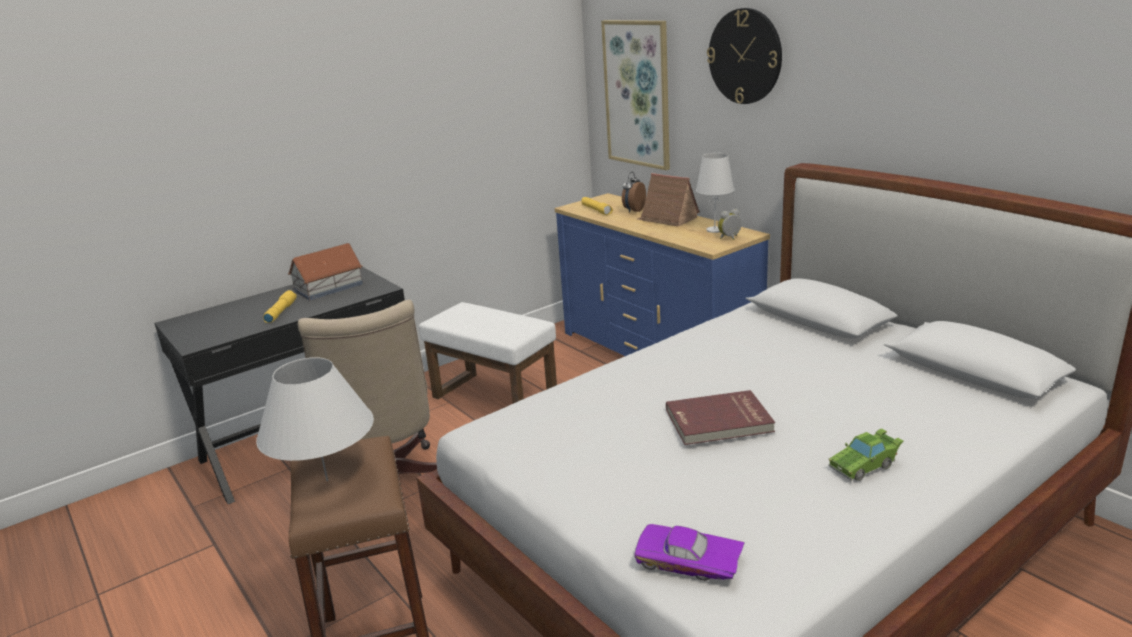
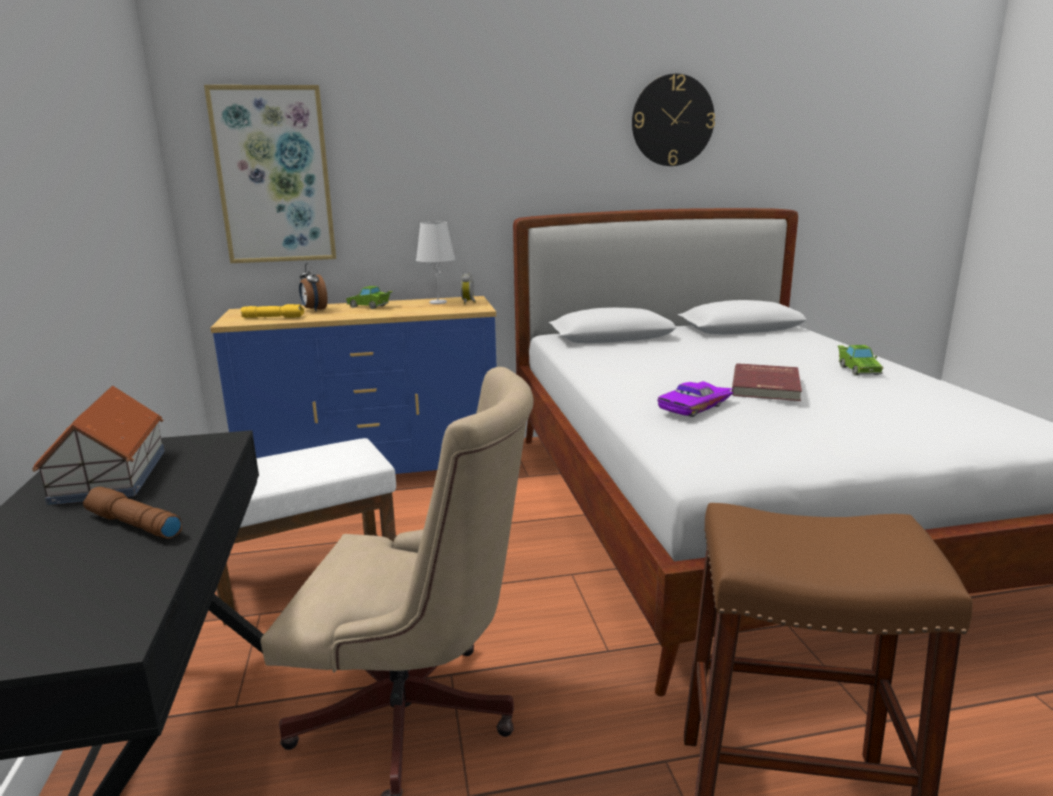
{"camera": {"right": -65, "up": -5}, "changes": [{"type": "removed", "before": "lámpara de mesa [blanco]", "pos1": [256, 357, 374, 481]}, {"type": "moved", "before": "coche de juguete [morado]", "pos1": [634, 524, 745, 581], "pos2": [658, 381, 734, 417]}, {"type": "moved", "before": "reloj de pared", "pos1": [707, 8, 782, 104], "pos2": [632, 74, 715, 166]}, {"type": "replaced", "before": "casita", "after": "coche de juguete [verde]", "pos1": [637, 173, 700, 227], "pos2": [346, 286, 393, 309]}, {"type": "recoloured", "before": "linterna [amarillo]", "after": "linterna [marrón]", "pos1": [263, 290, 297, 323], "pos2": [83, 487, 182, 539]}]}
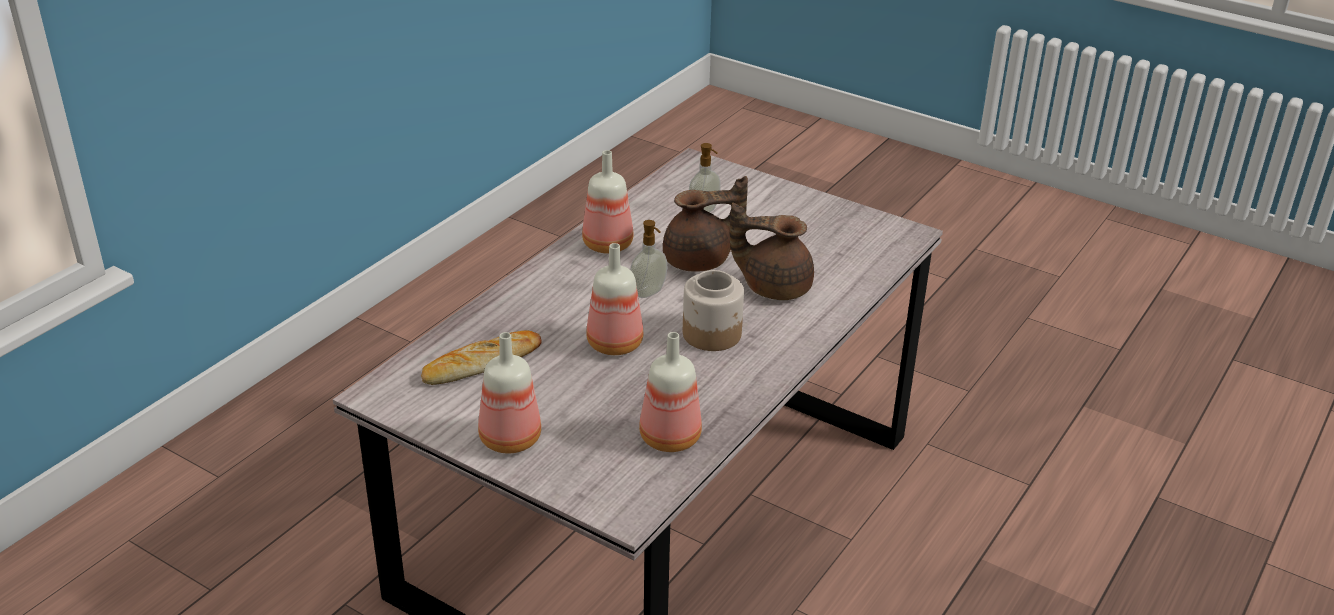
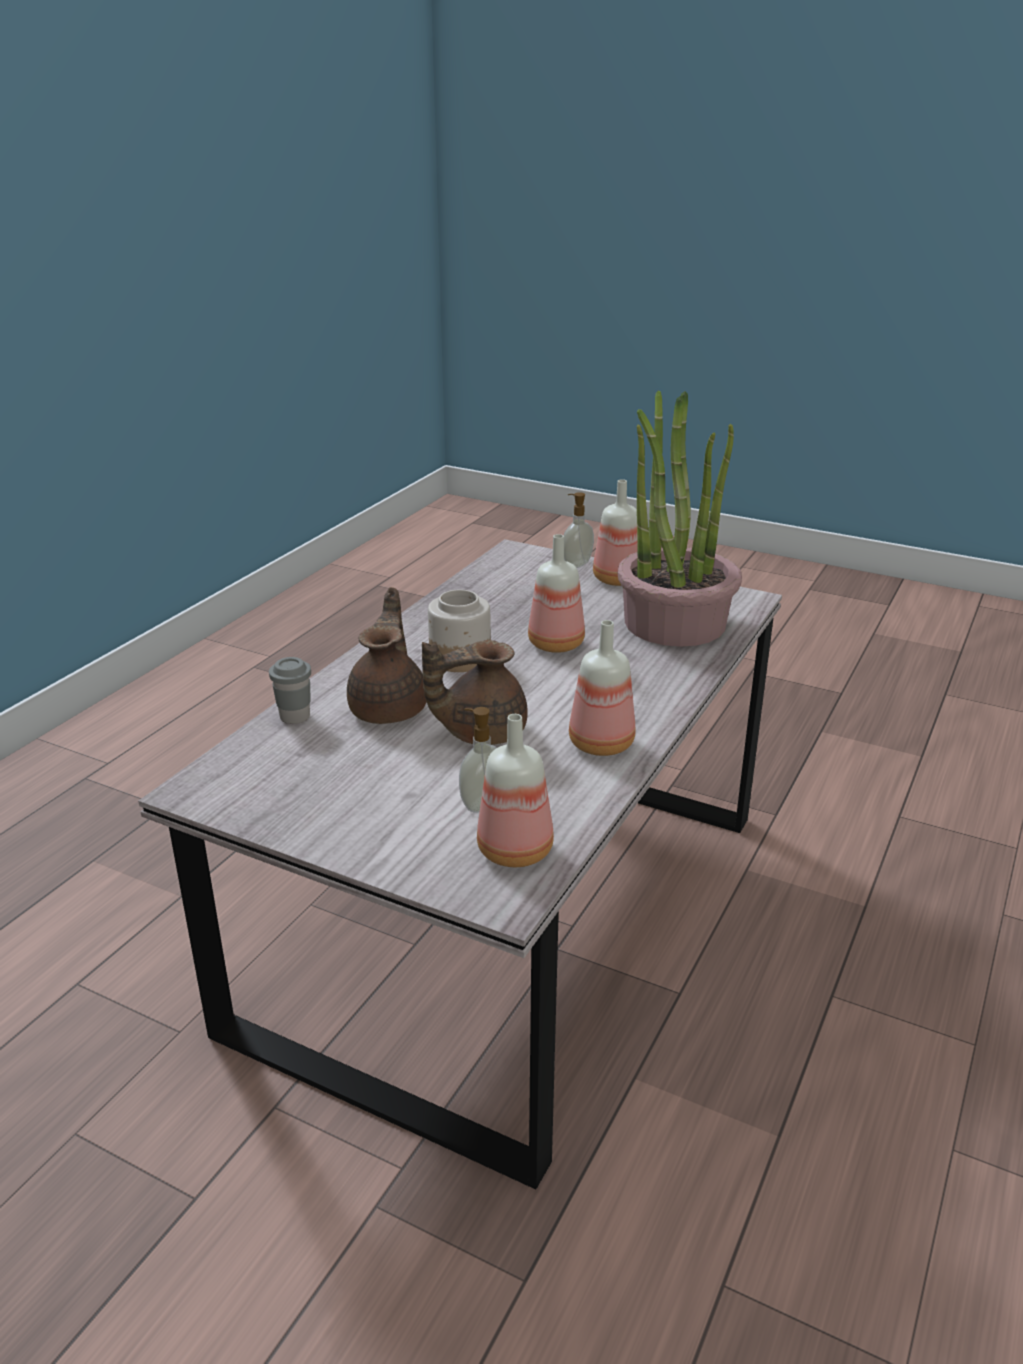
{"camera": {"right": 175, "up": -5}, "changes": [{"type": "added", "after": "taza [gris]", "pos2": [269, 657, 311, 724]}, {"type": "moved", "before": "dispensador de jabón", "pos1": [630, 220, 667, 298], "pos2": [564, 492, 594, 568]}, {"type": "moved", "before": "botella", "pos1": [639, 332, 702, 452], "pos2": [477, 714, 554, 867]}, {"type": "replaced", "before": "pan", "after": "planta en maceta", "pos1": [421, 331, 542, 385], "pos2": [618, 390, 742, 647]}, {"type": "turned", "before": "tetera [marrón]", "pos1": [730, 202, 814, 300], "pos2": [347, 587, 426, 724], "turn": -90}]}
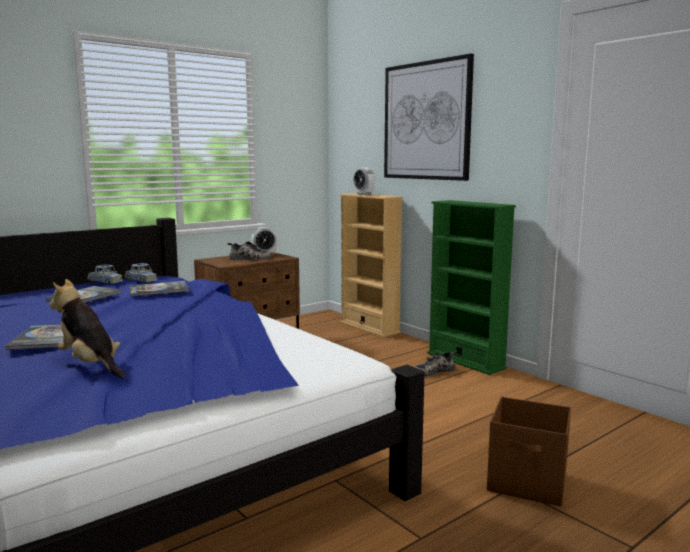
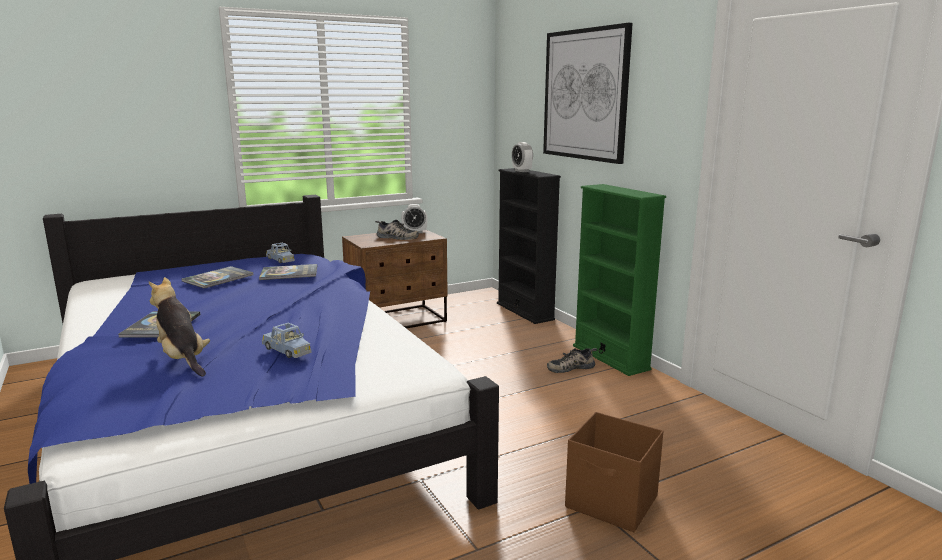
{"camera": {"right": 10, "up": 5}, "changes": [{"type": "moved", "before": "coche de juguete [azul]", "pos1": [87, 264, 123, 284], "pos2": [262, 323, 312, 358]}, {"type": "recoloured", "before": "estantería [beis]", "after": "estantería [negro]", "pos1": [340, 193, 403, 338], "pos2": [497, 168, 561, 324]}]}
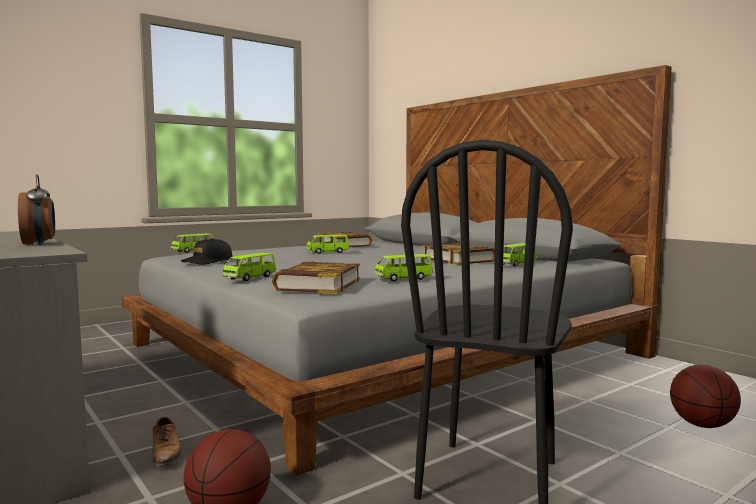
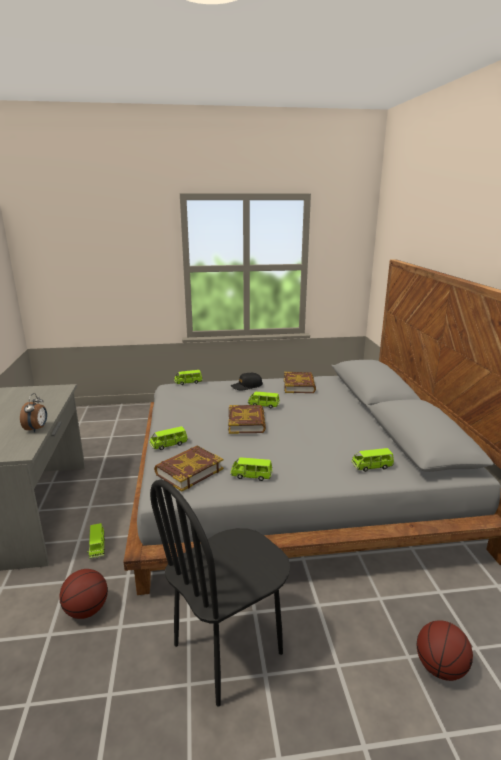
{"camera": {"right": 30, "up": 15}, "changes": [{"type": "moved", "before": "gorra [negro]", "pos1": [181, 238, 232, 265], "pos2": [231, 373, 263, 391]}, {"type": "moved", "before": "libro", "pos1": [421, 243, 495, 265], "pos2": [228, 405, 266, 434]}, {"type": "replaced", "before": "zapato", "after": "coche de juguete [verde]", "pos1": [152, 417, 181, 466], "pos2": [87, 523, 105, 559]}]}
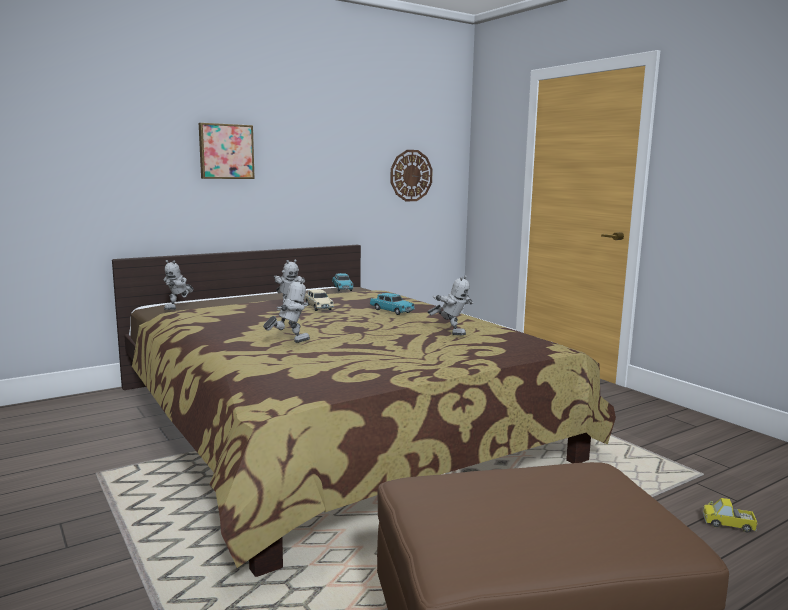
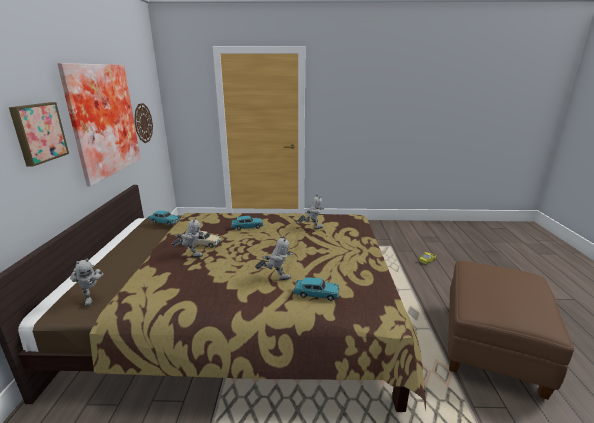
{"camera": {"right": -55, "up": 10}, "changes": [{"type": "added", "after": "cuadro", "pos2": [57, 63, 141, 186]}, {"type": "added", "after": "coche de juguete [turquesa]", "pos2": [293, 278, 340, 301]}, {"type": "turned", "before": "robot de juguete", "pos1": [263, 278, 310, 343], "pos2": [255, 235, 293, 280], "turn": 90}]}
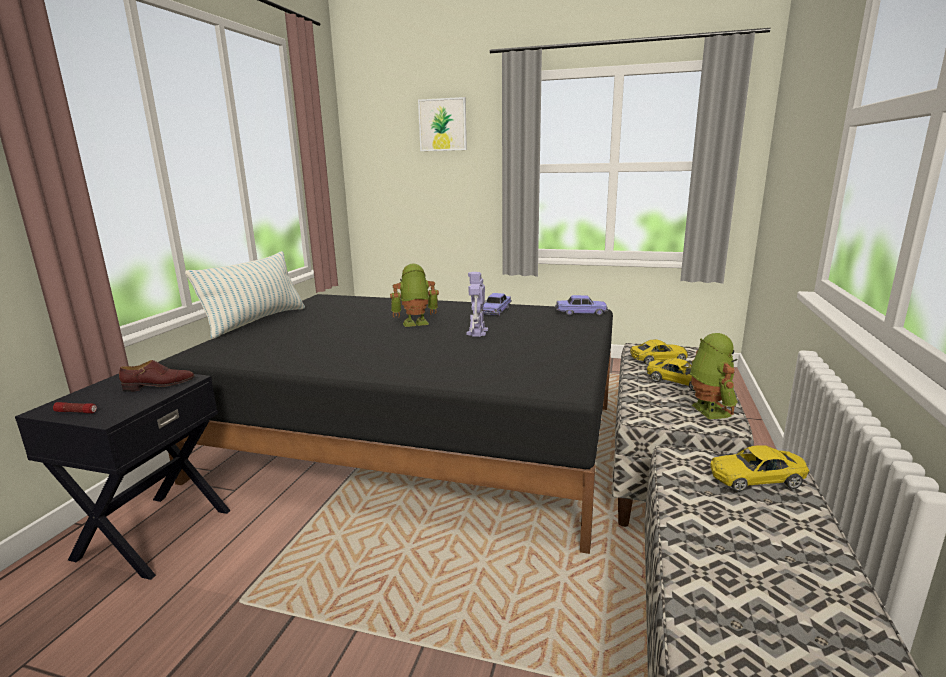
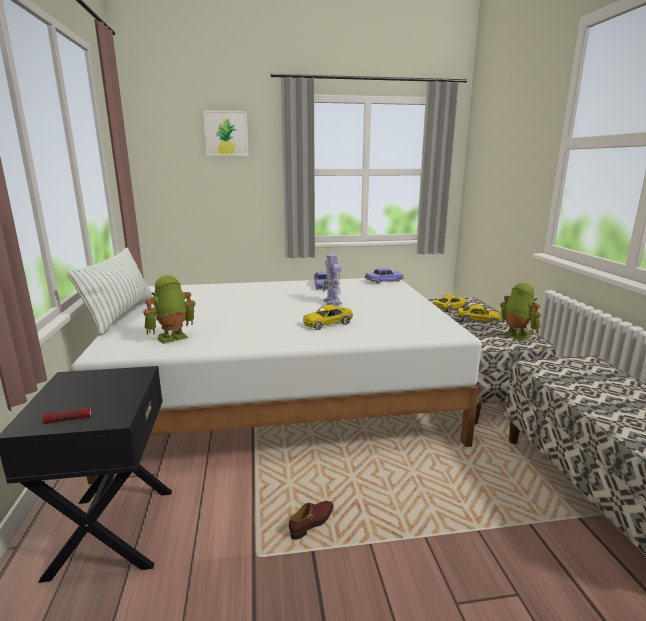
{"camera": {"right": -25, "up": 0}, "changes": [{"type": "moved", "before": "zapato [marrón]", "pos1": [119, 360, 194, 392], "pos2": [289, 501, 334, 540]}, {"type": "moved", "before": "robot de juguete", "pos1": [390, 264, 439, 327], "pos2": [143, 275, 196, 344]}, {"type": "moved", "before": "coche de juguete [amarillo]", "pos1": [710, 445, 810, 492], "pos2": [303, 305, 353, 330]}, {"type": "recoloured", "before": "cama [negro]", "after": "cama [blanco]", "pos1": [158, 294, 613, 554], "pos2": [71, 278, 482, 484]}]}
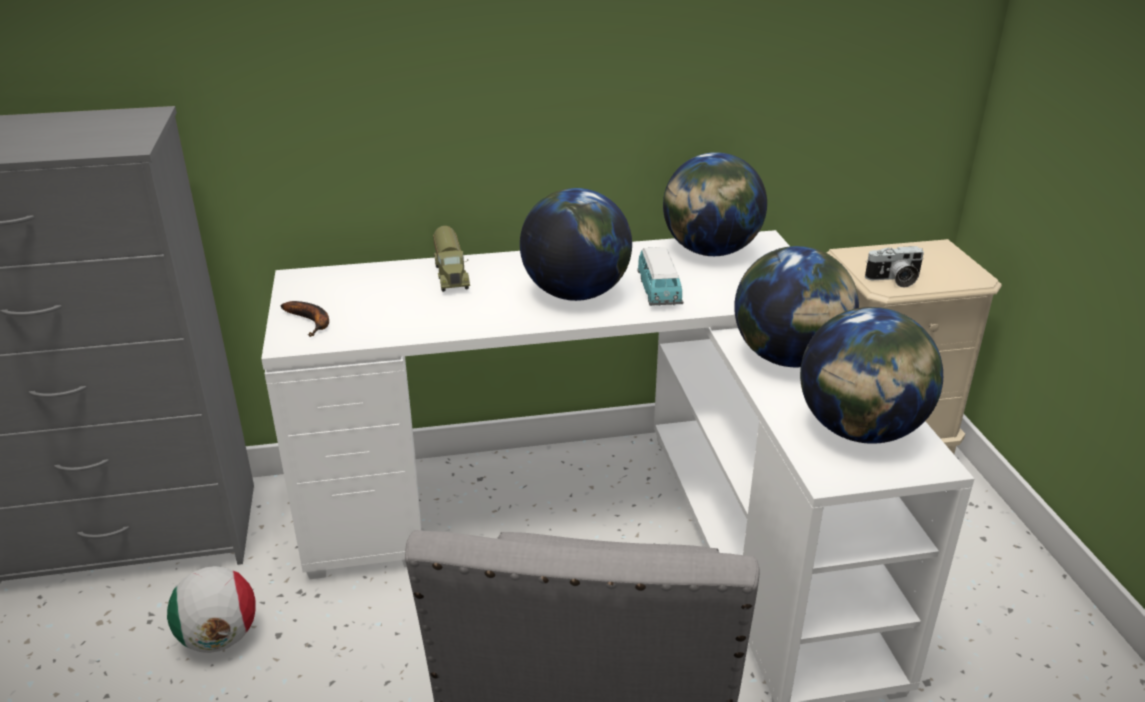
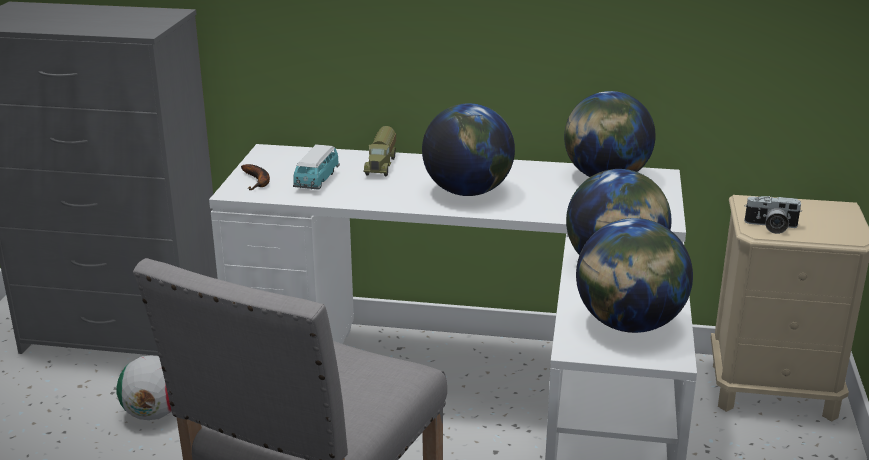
{"camera": {"right": 20, "up": -5}, "changes": [{"type": "moved", "before": "coche de juguete", "pos1": [637, 247, 683, 306], "pos2": [293, 144, 340, 190]}]}
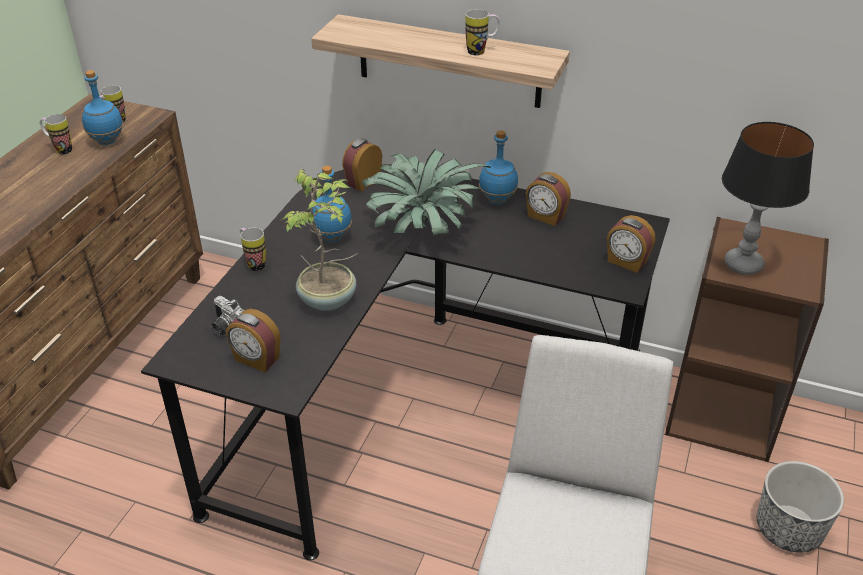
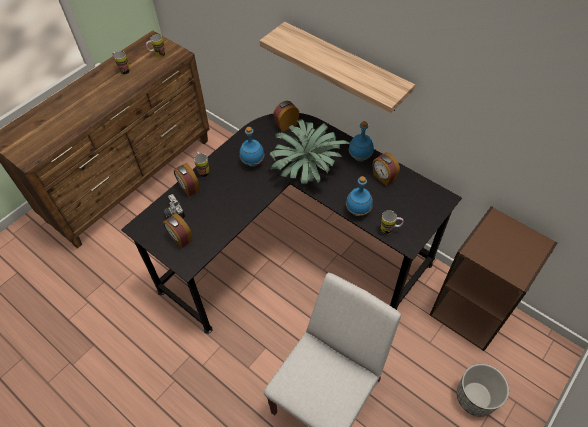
{"camera": {"right": 20, "up": 15}, "changes": [{"type": "removed", "before": "planta en maceta", "pos1": [282, 169, 358, 311]}, {"type": "removed", "before": "lámpara de mesa", "pos1": [722, 122, 814, 275]}, {"type": "moved", "before": "botella [azul]", "pos1": [82, 70, 123, 145], "pos2": [346, 176, 373, 216]}, {"type": "moved", "before": "taza grande", "pos1": [465, 9, 500, 55], "pos2": [381, 210, 404, 235]}, {"type": "moved", "before": "despertador", "pos1": [607, 215, 655, 273], "pos2": [174, 163, 200, 197]}]}
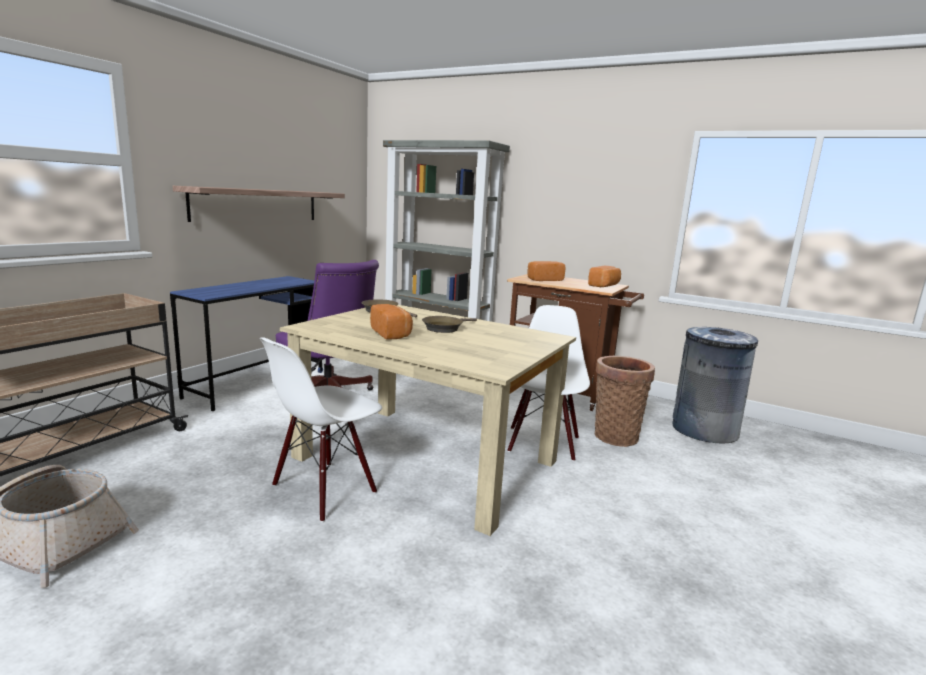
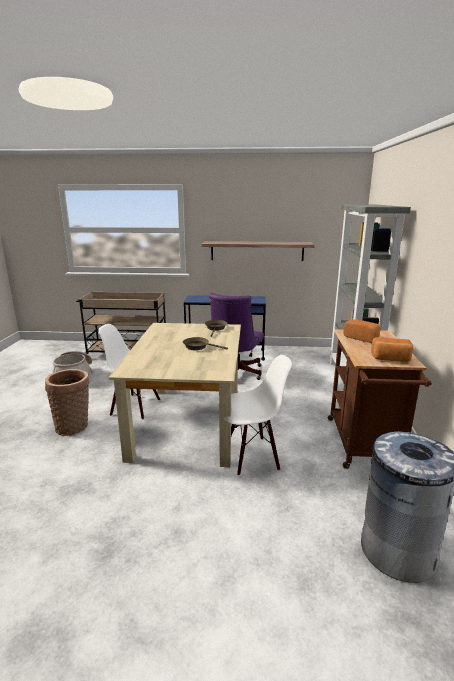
{"camera": {"right": 65, "up": 5}, "changes": [{"type": "removed", "before": "pan", "pos1": [370, 304, 413, 340]}, {"type": "moved", "before": "cesta", "pos1": [594, 356, 655, 447], "pos2": [45, 369, 89, 436]}]}
